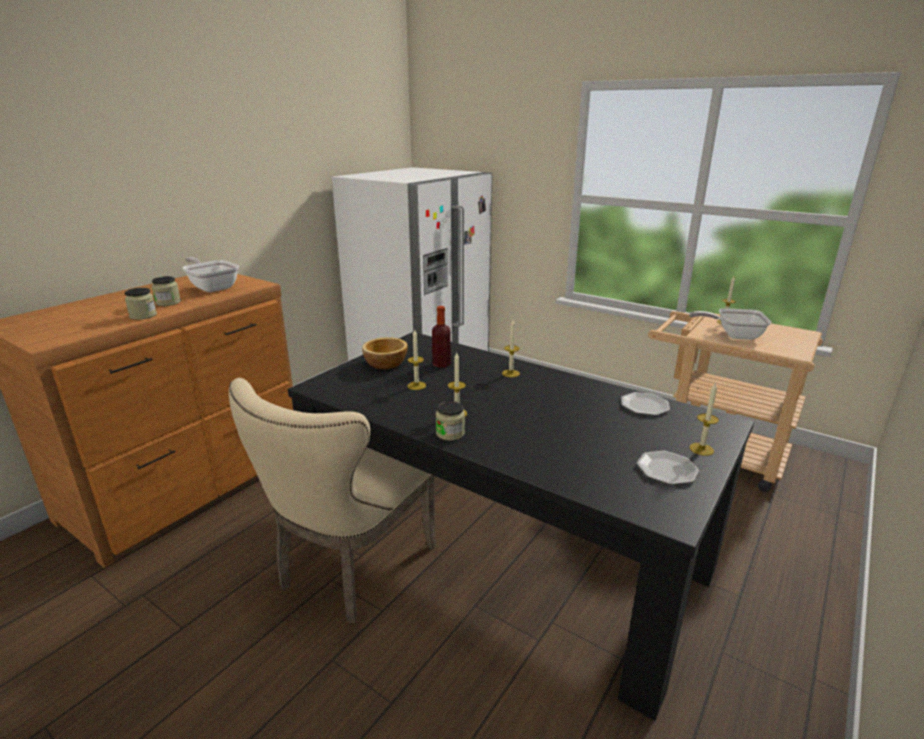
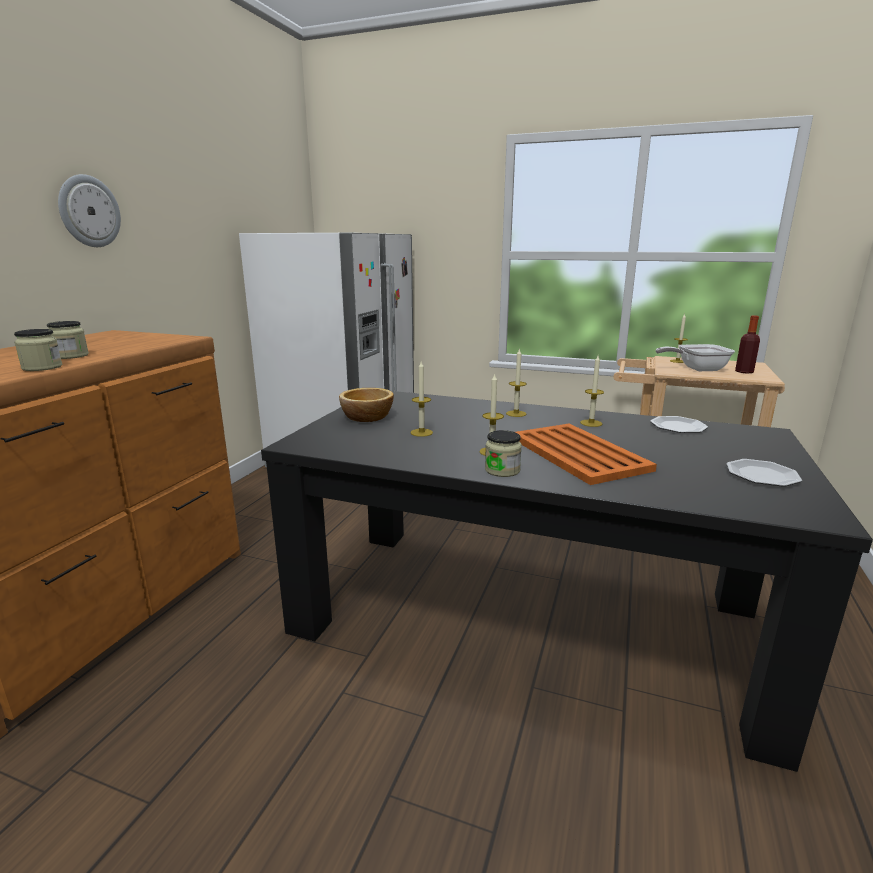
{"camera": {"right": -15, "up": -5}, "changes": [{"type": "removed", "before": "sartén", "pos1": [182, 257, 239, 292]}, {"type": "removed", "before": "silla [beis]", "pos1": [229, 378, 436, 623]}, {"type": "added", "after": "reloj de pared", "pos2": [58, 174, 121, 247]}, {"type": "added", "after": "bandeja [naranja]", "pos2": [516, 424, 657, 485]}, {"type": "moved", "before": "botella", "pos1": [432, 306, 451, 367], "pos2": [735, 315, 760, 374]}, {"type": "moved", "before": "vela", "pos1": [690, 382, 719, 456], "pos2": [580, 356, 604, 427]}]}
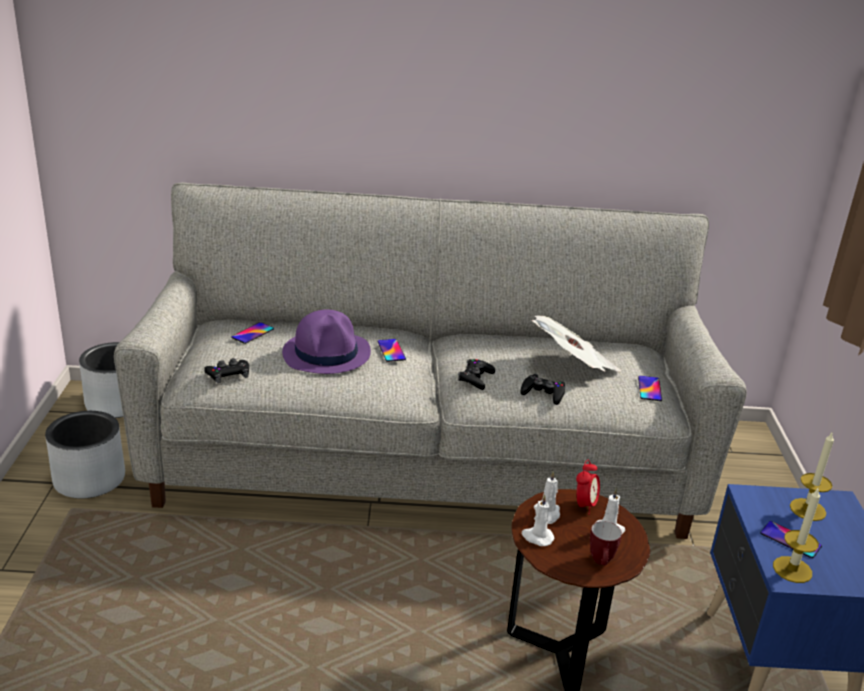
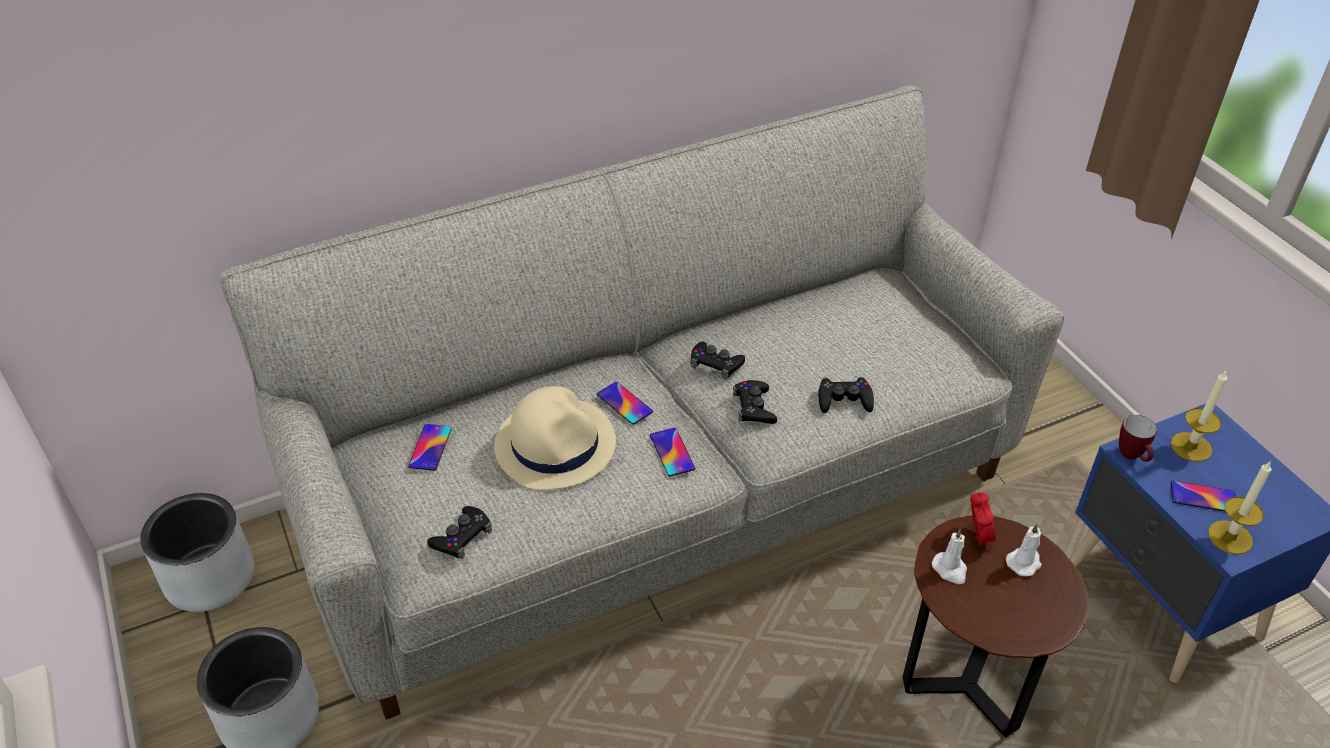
{"camera": {"right": -25, "up": 15}, "changes": [{"type": "removed", "before": "vela [blanco]", "pos1": [522, 495, 554, 546]}, {"type": "removed", "before": "periódico", "pos1": [532, 316, 622, 371]}, {"type": "added", "after": "mando de consola [negro]", "pos2": [691, 342, 745, 380]}, {"type": "moved", "before": "taza grande", "pos1": [590, 521, 622, 565], "pos2": [1119, 415, 1157, 462]}, {"type": "moved", "before": "móvil", "pos1": [638, 376, 662, 401], "pos2": [650, 428, 695, 476]}, {"type": "recoloured", "before": "sombrero [morado]", "after": "sombrero [beis]", "pos1": [282, 310, 371, 374], "pos2": [494, 386, 616, 490]}]}
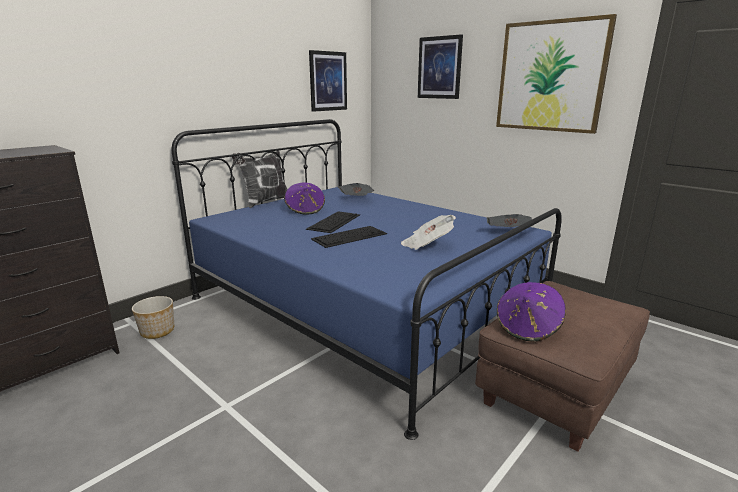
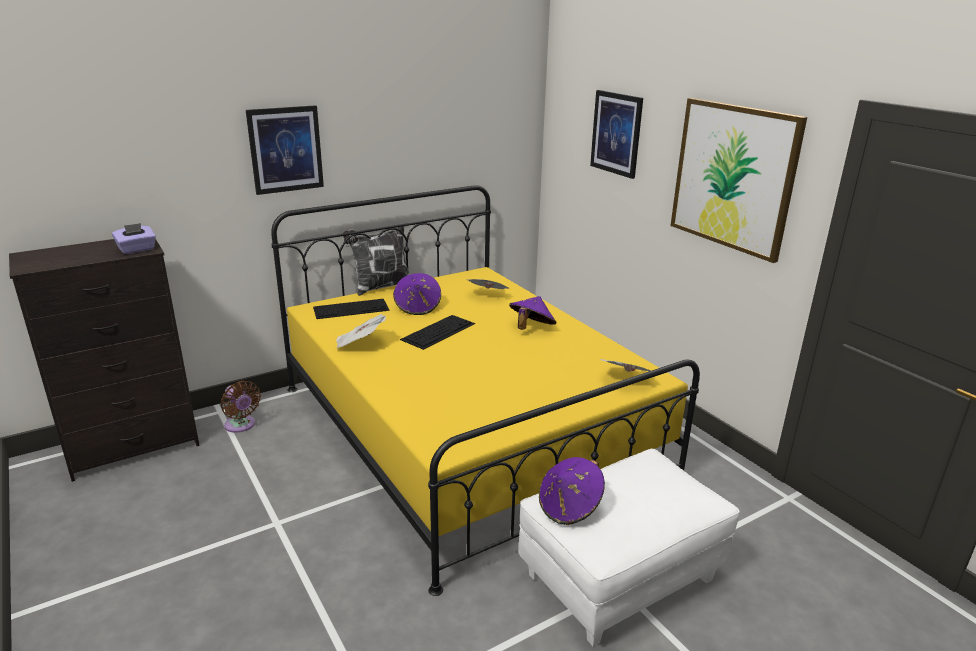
{"camera": {"right": 15, "up": 5}, "changes": [{"type": "added", "after": "caja de pañuelos [morado]", "pos2": [112, 223, 156, 254]}, {"type": "added", "after": "sombrero [morado]", "pos2": [509, 296, 556, 330]}, {"type": "moved", "before": "cuadro", "pos1": [309, 50, 347, 112], "pos2": [246, 105, 324, 195]}, {"type": "moved", "before": "teclado", "pos1": [311, 226, 387, 248], "pos2": [313, 299, 389, 319]}, {"type": "moved", "before": "periódico", "pos1": [401, 215, 456, 250], "pos2": [336, 314, 386, 349]}, {"type": "replaced", "before": "maceta", "after": "ventilador [marrón]", "pos1": [132, 296, 174, 339], "pos2": [221, 381, 261, 433]}, {"type": "recoloured", "before": "cama [azul]", "after": "cama [amarillo]", "pos1": [171, 119, 562, 440], "pos2": [271, 185, 700, 596]}, {"type": "recoloured", "before": "puf [marrón]", "after": "puf [blanco]", "pos1": [475, 281, 650, 452], "pos2": [519, 449, 740, 646]}]}
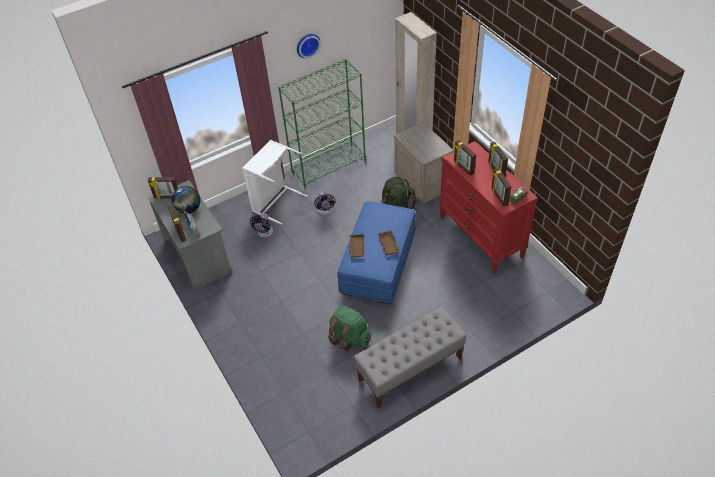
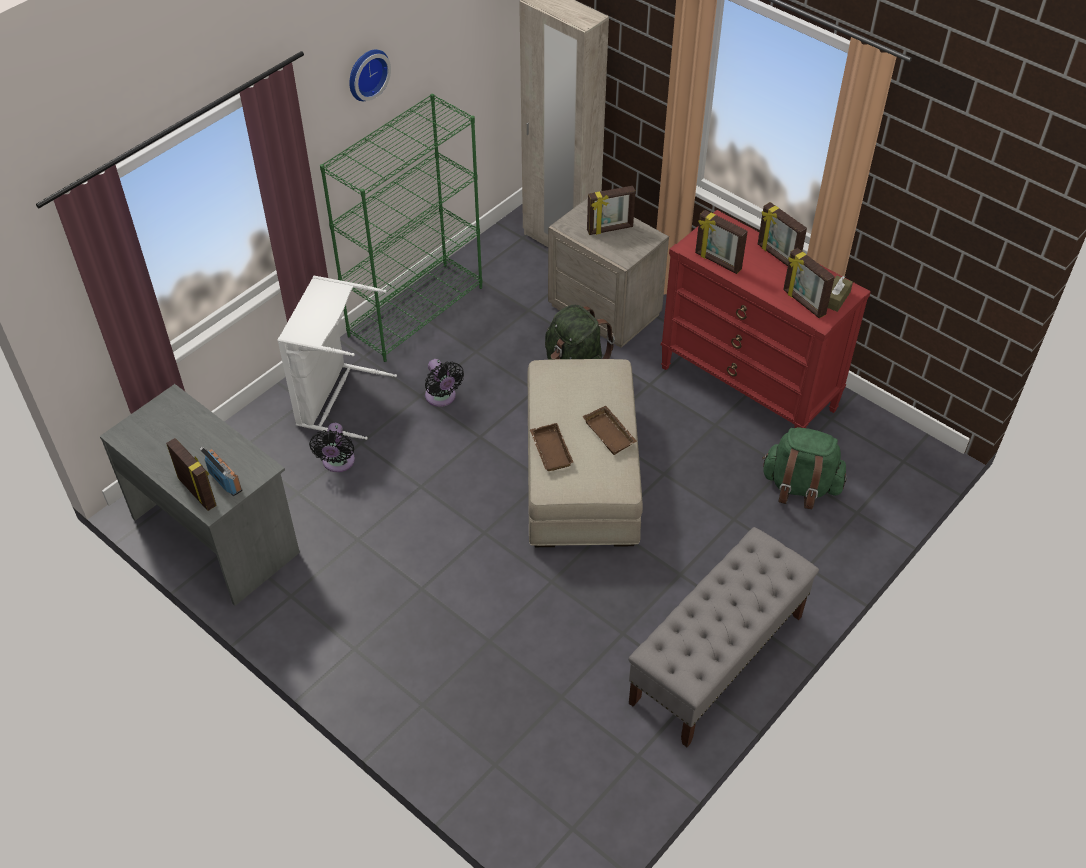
{"camera": {"right": -20, "up": 0}, "changes": [{"type": "removed", "before": "globo terráqueo", "pos1": [172, 186, 201, 214]}, {"type": "moved", "before": "portarretratos", "pos1": [148, 177, 178, 199], "pos2": [587, 186, 636, 235]}, {"type": "moved", "before": "mochila [verde]", "pos1": [328, 306, 371, 351], "pos2": [762, 427, 847, 509]}, {"type": "recoloured", "before": "puf [azul]", "after": "puf [beis]", "pos1": [338, 201, 416, 304], "pos2": [528, 359, 643, 547]}]}
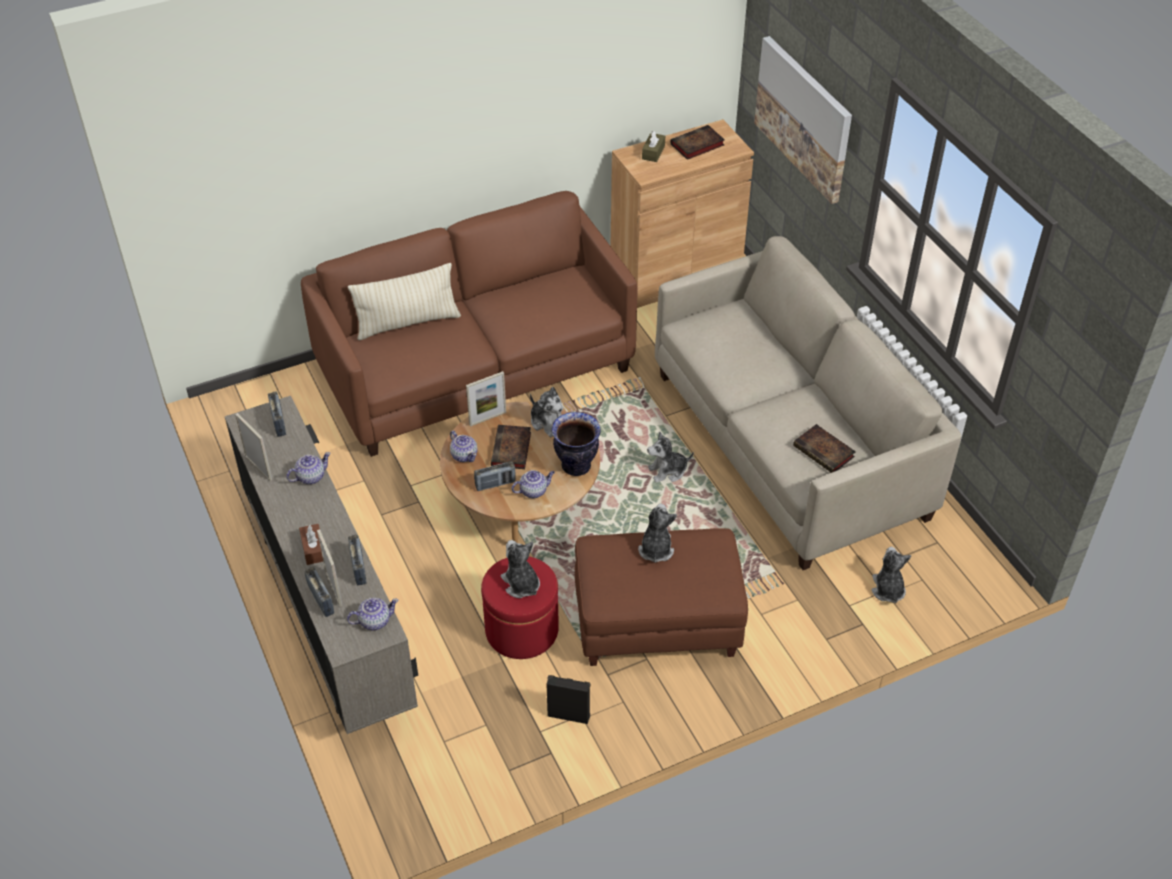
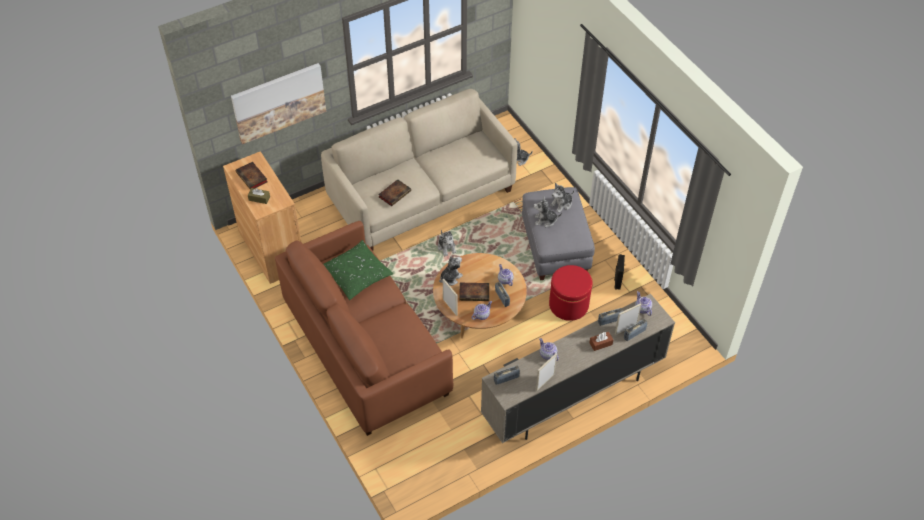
{"camera": {"right": -95, "up": 5}, "changes": [{"type": "removed", "before": "cojín [beis]", "pos1": [348, 263, 461, 340]}, {"type": "removed", "before": "florero", "pos1": [552, 412, 601, 476]}, {"type": "added", "after": "cojín [verde]", "pos2": [323, 240, 393, 300]}, {"type": "moved", "before": "peluche", "pos1": [501, 540, 540, 598], "pos2": [550, 183, 574, 213]}, {"type": "moved", "before": "libro", "pos1": [793, 424, 856, 473], "pos2": [378, 179, 411, 206]}, {"type": "recoloured", "before": "puf [marrón]", "after": "puf [gris]", "pos1": [575, 528, 748, 666], "pos2": [522, 187, 595, 280]}]}
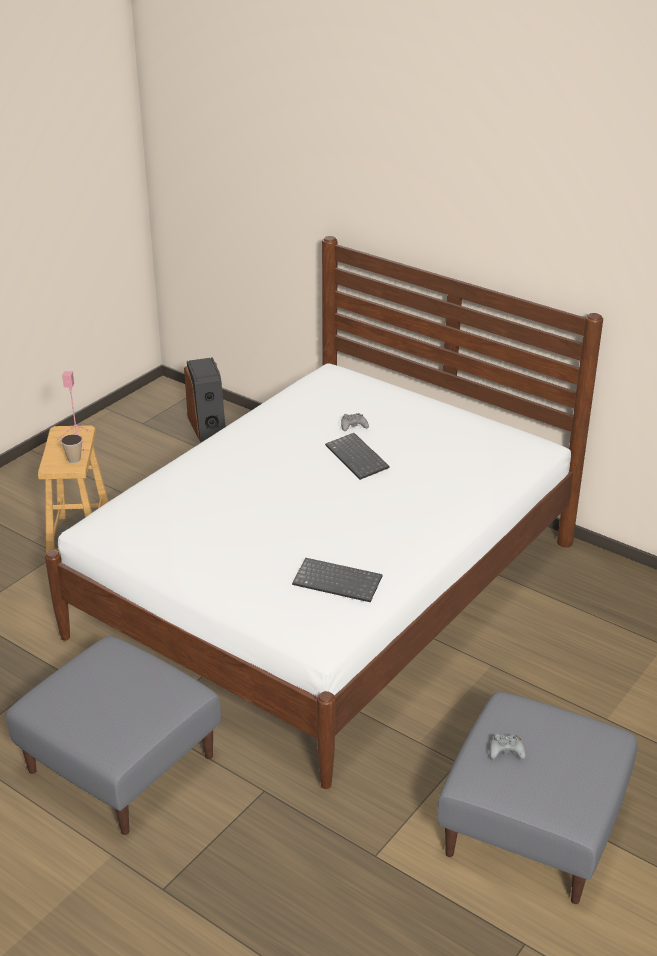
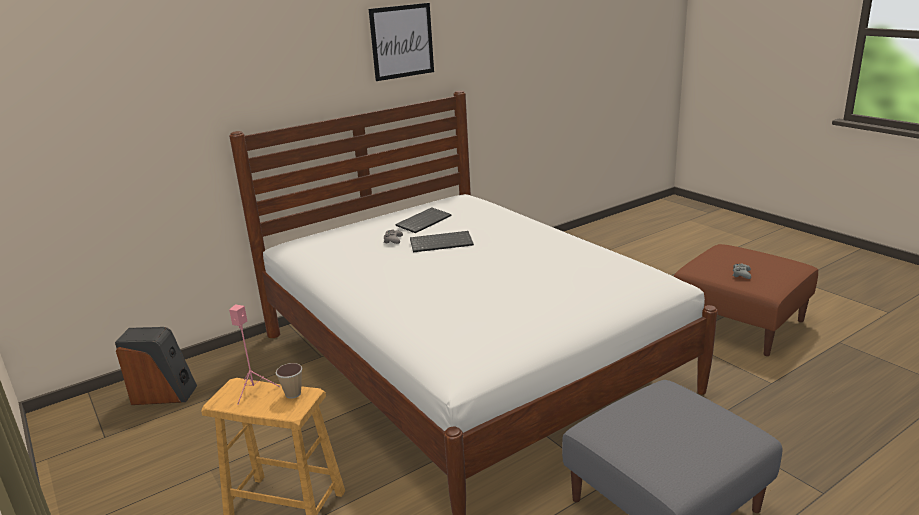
{"camera": {"right": -70, "up": -10}, "changes": [{"type": "added", "after": "cuadro", "pos2": [369, 3, 434, 81]}, {"type": "moved", "before": "teclado", "pos1": [292, 558, 382, 602], "pos2": [395, 208, 452, 233]}, {"type": "recoloured", "before": "puf [gris]", "after": "puf [marrón]", "pos1": [437, 692, 637, 904], "pos2": [674, 244, 818, 356]}]}
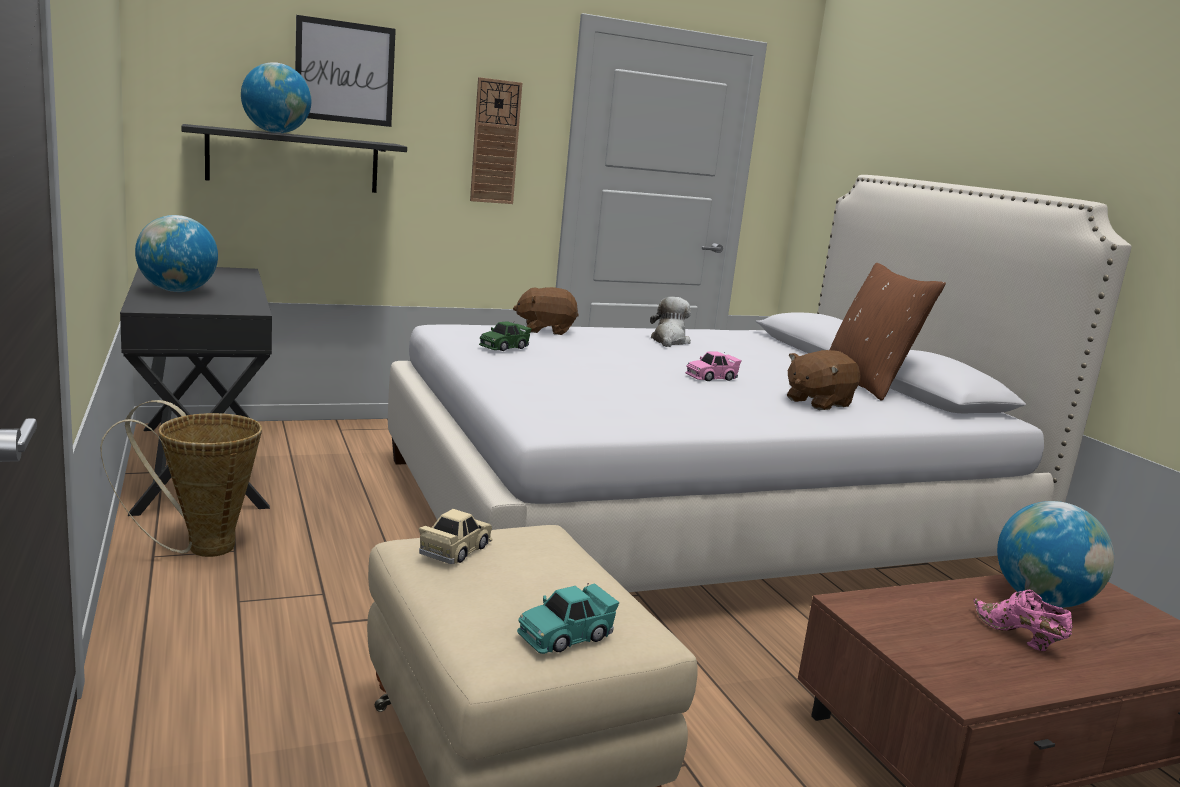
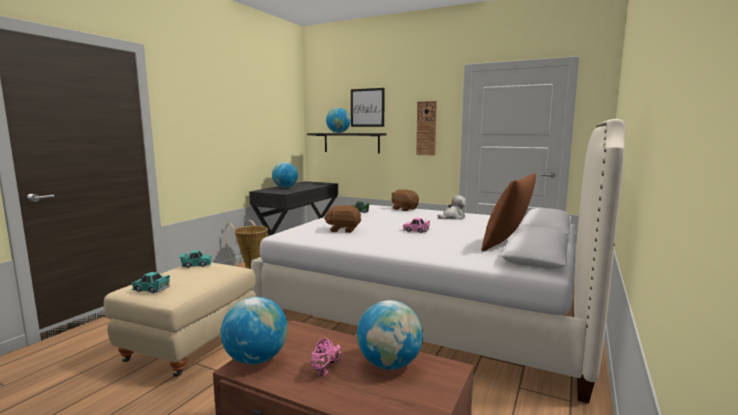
{"camera": {"right": 50, "up": -5}, "changes": [{"type": "added", "after": "globo terráqueo", "pos2": [221, 297, 288, 365]}, {"type": "moved", "before": "peluche [marrón]", "pos1": [787, 350, 860, 410], "pos2": [324, 205, 361, 233]}, {"type": "recoloured", "before": "coche de juguete [beis]", "after": "coche de juguete [turquesa]", "pos1": [419, 509, 492, 564], "pos2": [180, 250, 212, 268]}]}
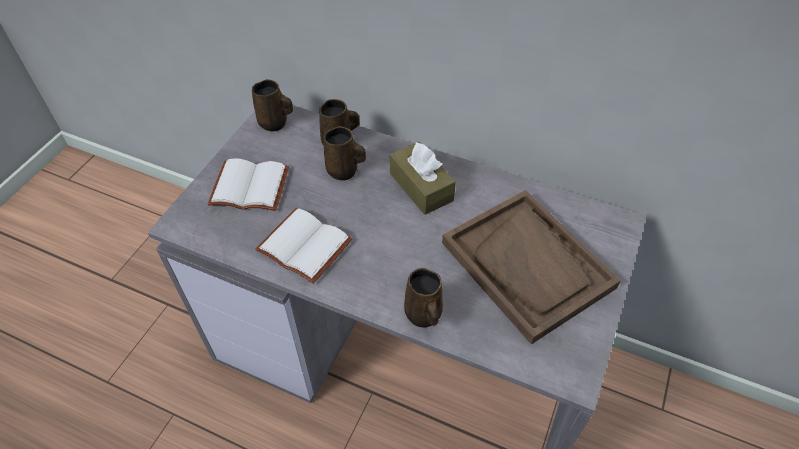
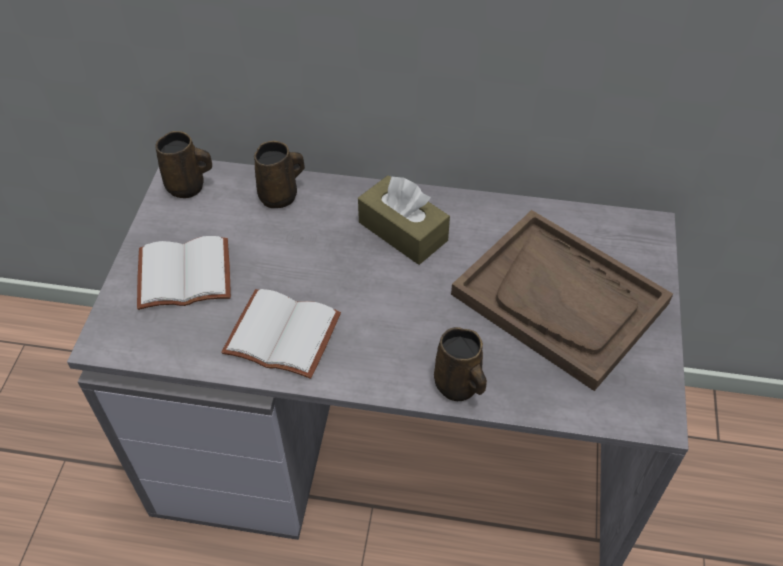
{"camera": {"right": -15, "up": 0}, "changes": [{"type": "removed", "before": "taza grande [marrón]", "pos1": [324, 126, 366, 181]}]}
